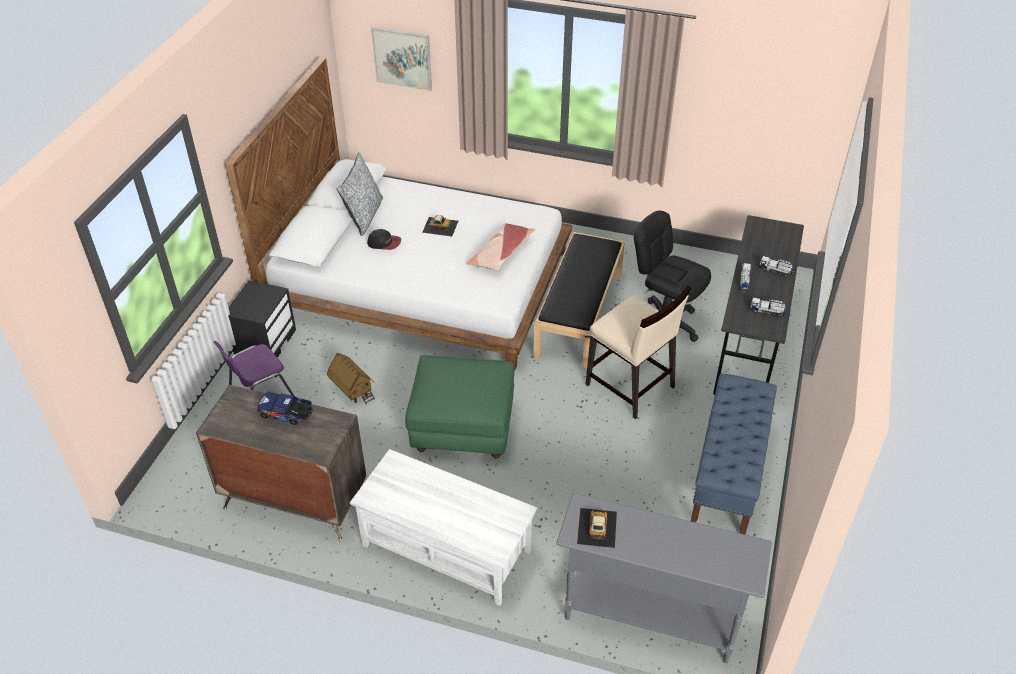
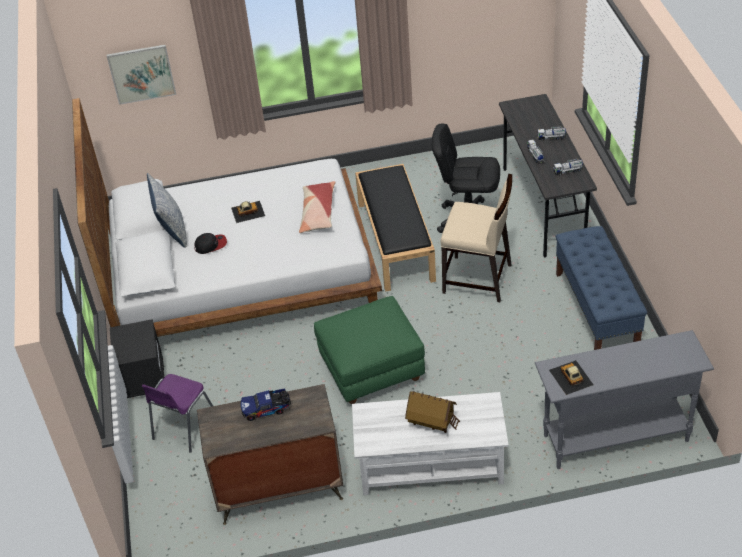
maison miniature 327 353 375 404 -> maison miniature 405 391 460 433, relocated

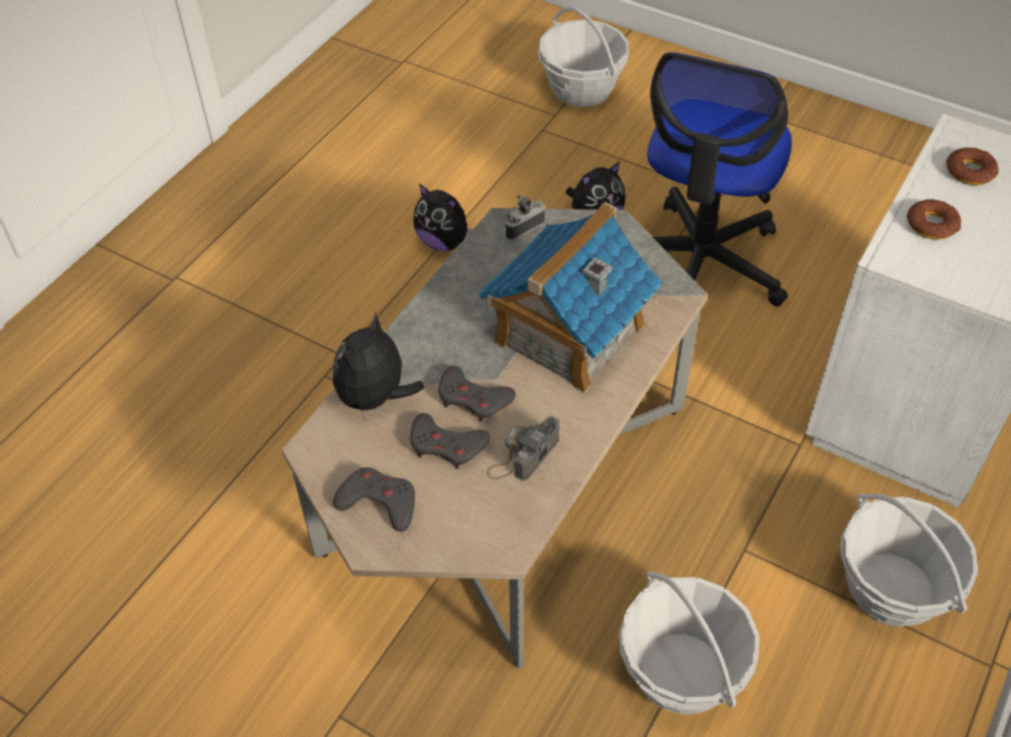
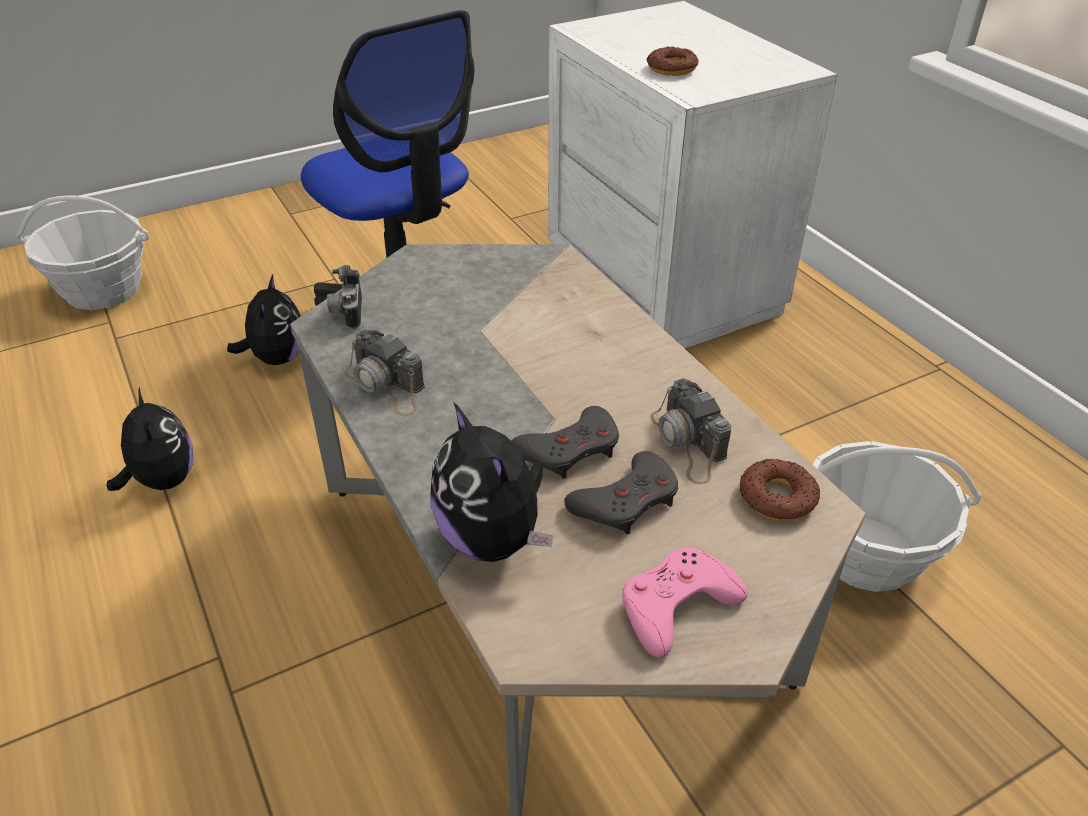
manette (gris) 333 467 415 532 -> manette (rose) 622 548 748 658
peluche 413 184 474 251 -> peluche 107 387 193 491, 90 degrees counterclockwise
maison miniature 478 202 663 393 -> none
panier 840 493 978 627 -> none
beignet 946 147 999 185 -> beignet 740 459 820 521, relocated
none -> appareil photo 344 330 425 416

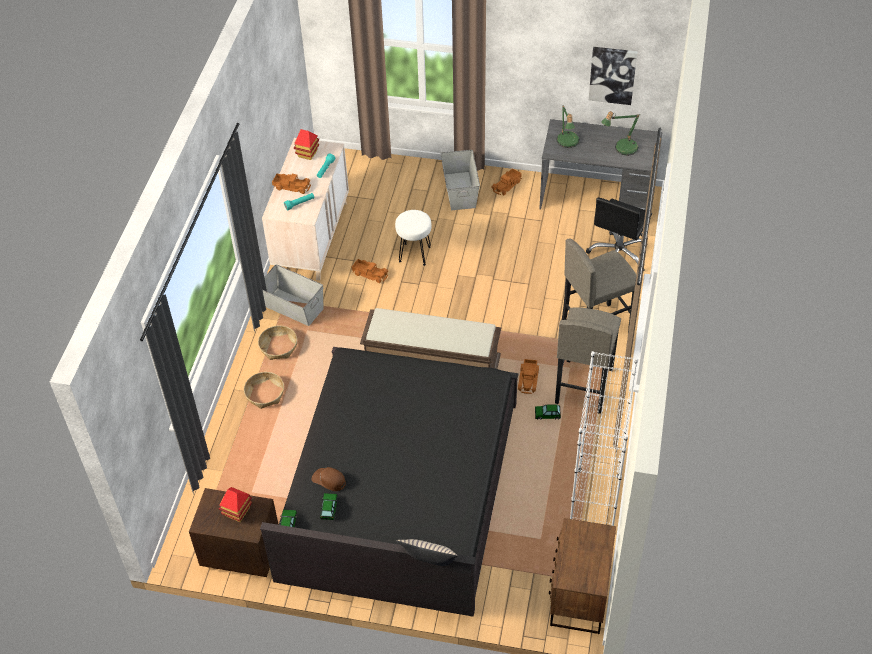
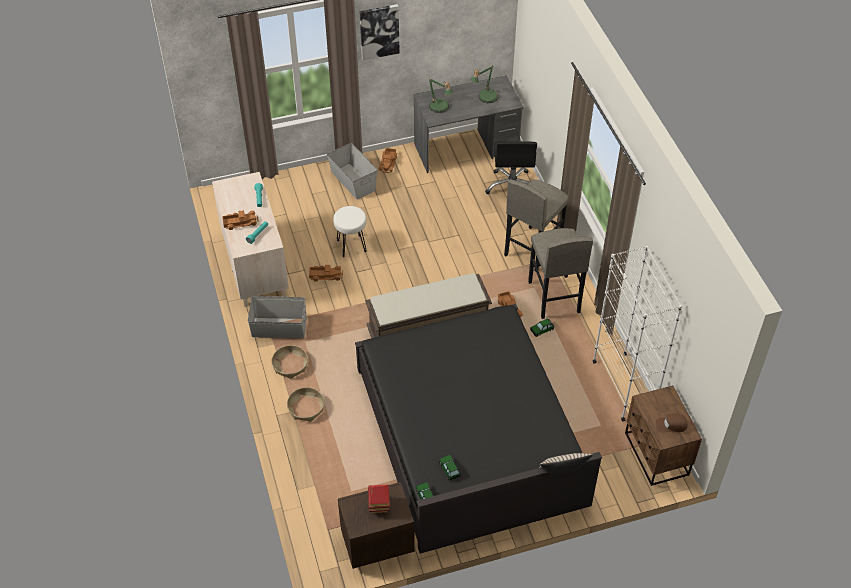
maison miniature 294 129 319 160 -> none
casquette (marron) 311 467 346 491 -> casquette (marron) 656 413 688 432, relocated
tableau 589 47 638 105 -> tableau 359 4 400 60, relocated

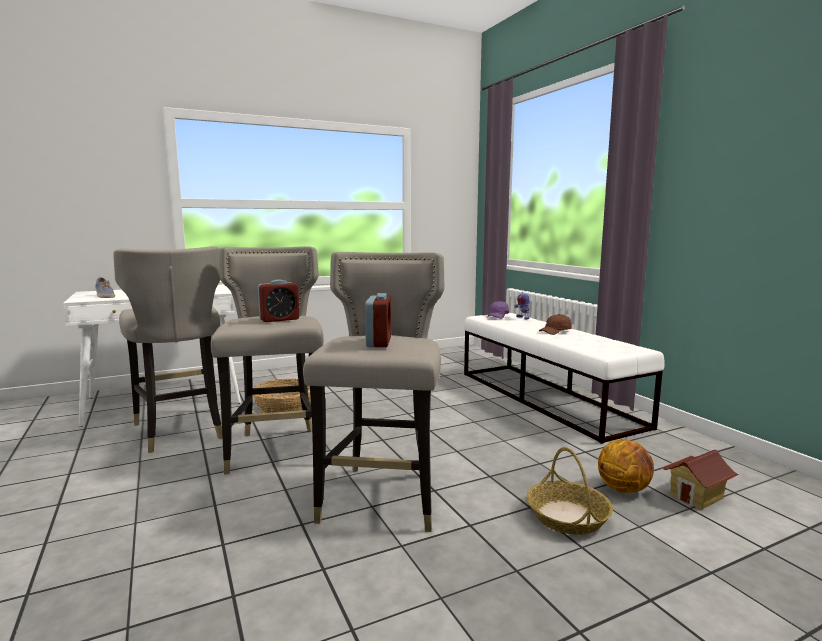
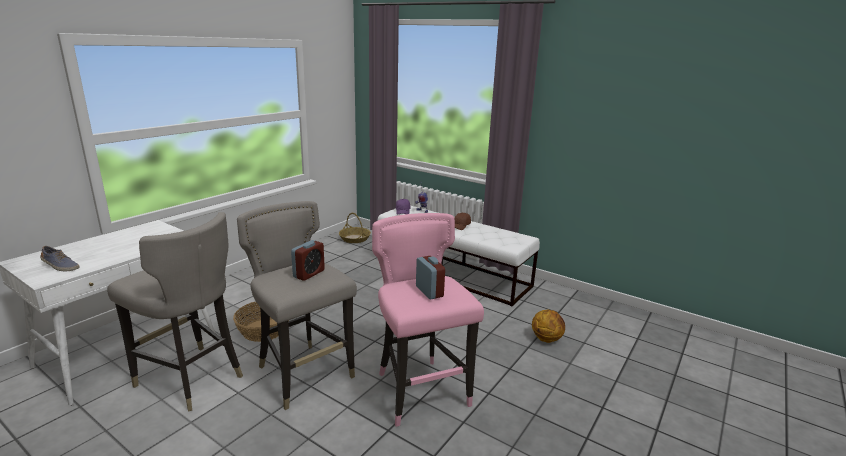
tabouret (gris) 303 252 445 532 -> tabouret (rose) 372 213 484 427
panier 526 447 613 535 -> panier 339 213 371 243, relocated
maison miniature 662 450 739 510 -> none

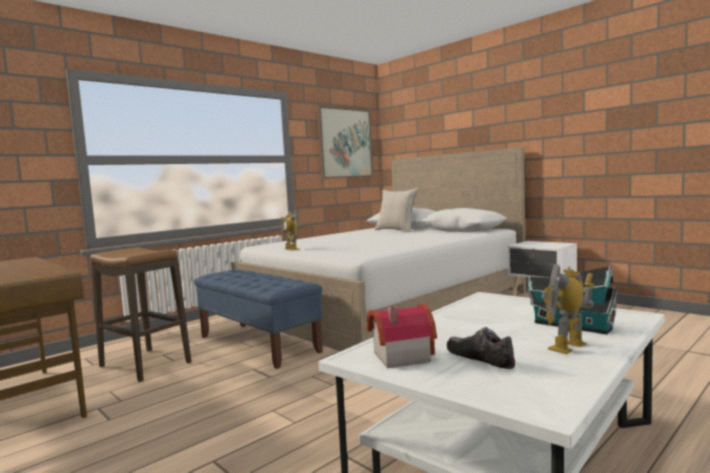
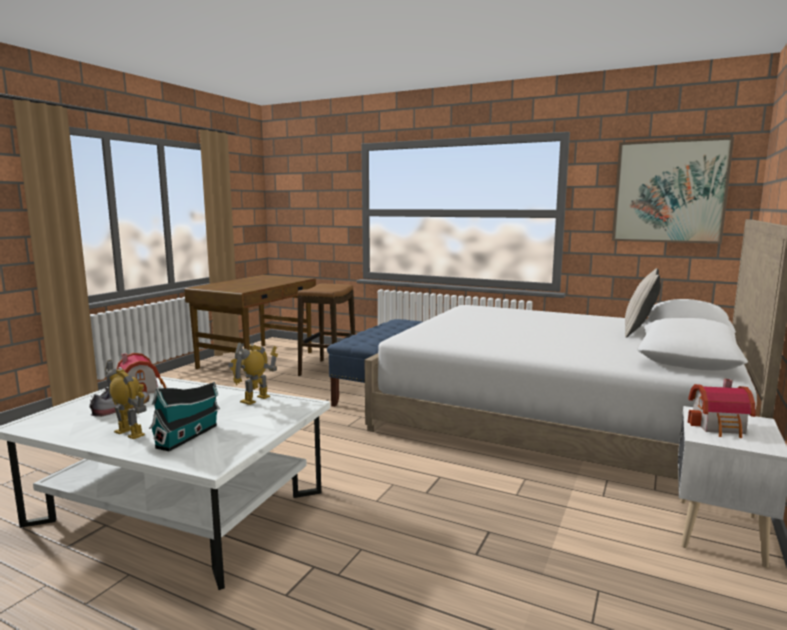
robot jouet 281 209 299 251 -> robot jouet 228 342 278 405, relocated
none -> maison miniature 688 379 756 438

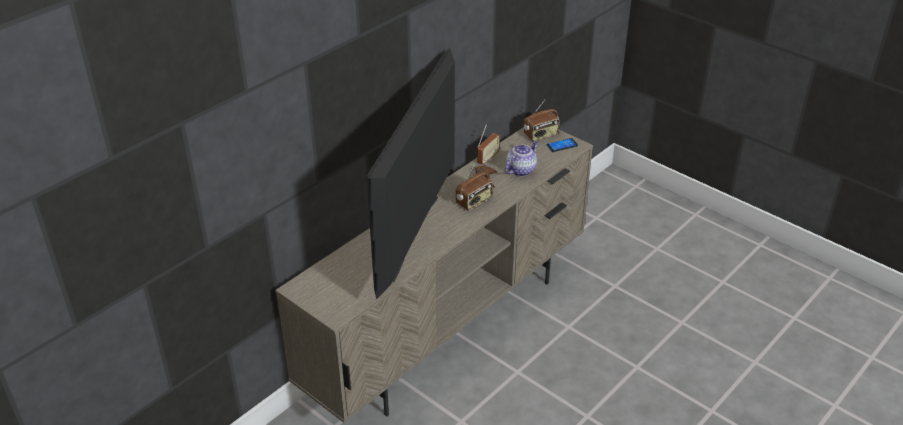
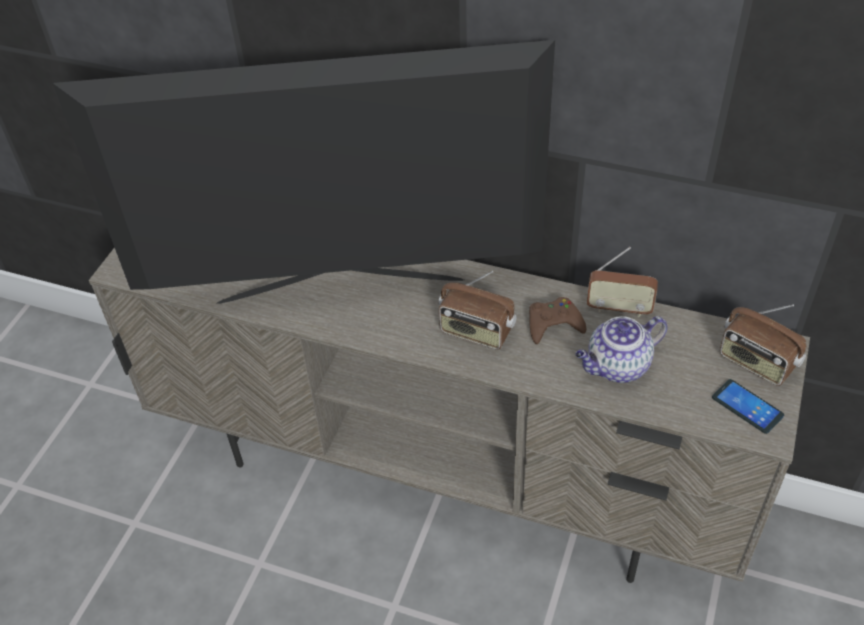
théière 505 141 539 176 -> théière 575 316 667 383, 135 degrees clockwise

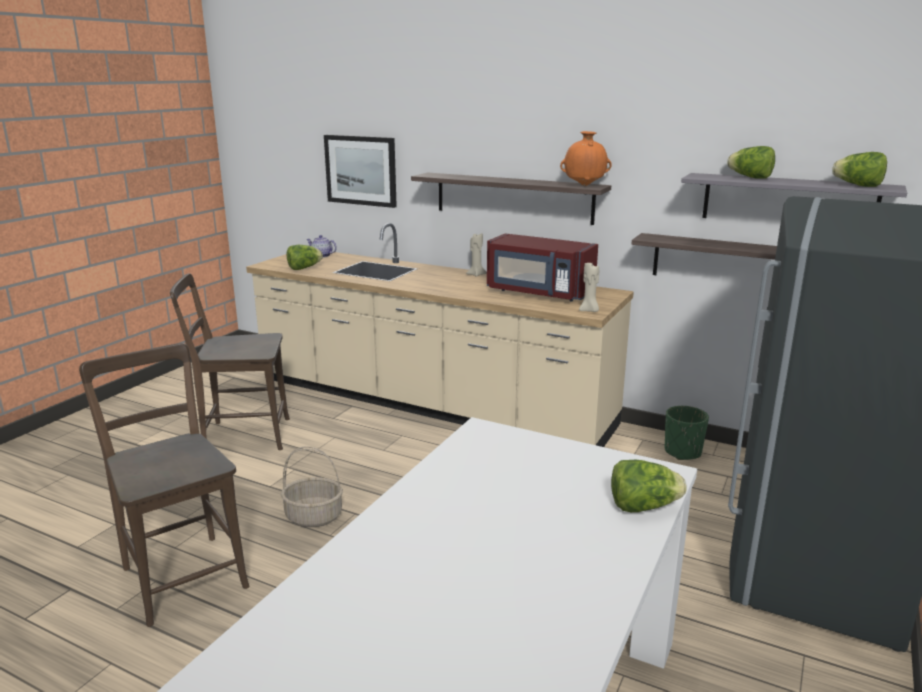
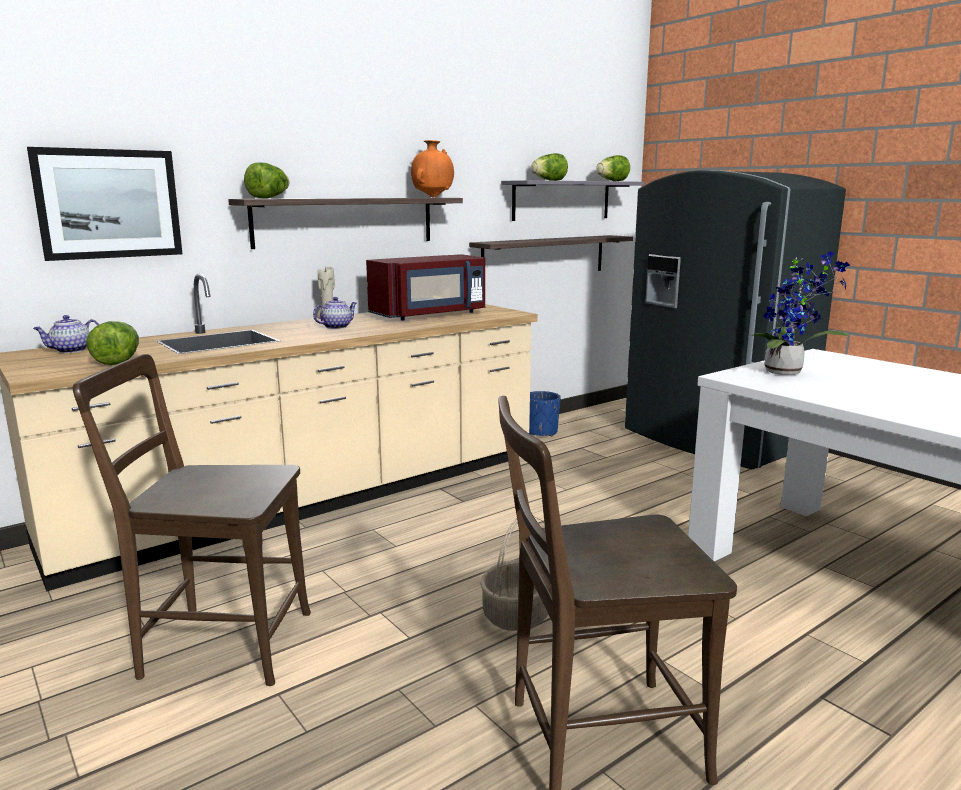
chaise (marron) 170 273 290 450 -> chaise (marron) 73 354 311 686, 75 degrees clockwise
bougie (beige) 579 263 599 312 -> none
laitue 611 460 687 512 -> laitue 244 162 289 198, relocated
cache-pot (vert) 665 406 709 460 -> cache-pot (bleu) 529 391 561 437
none -> théière 313 297 357 329
none -> plante en pot 750 251 850 375

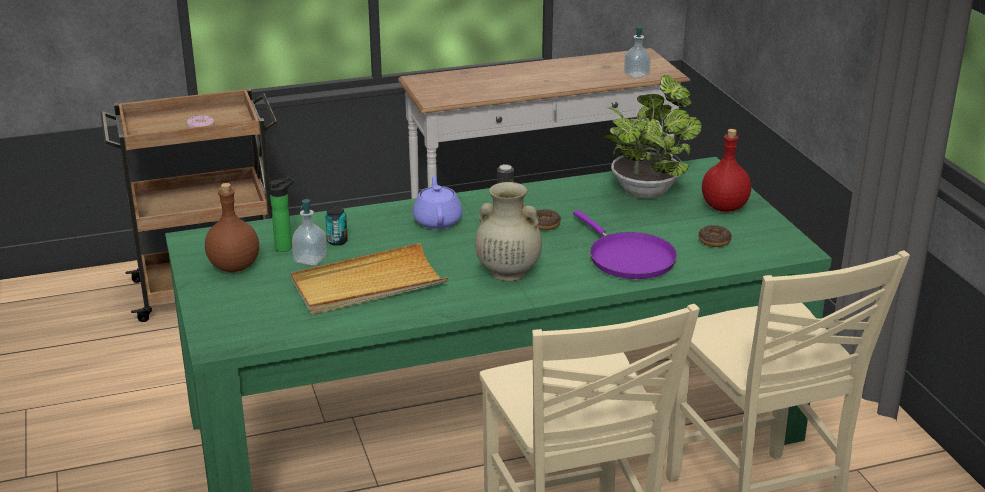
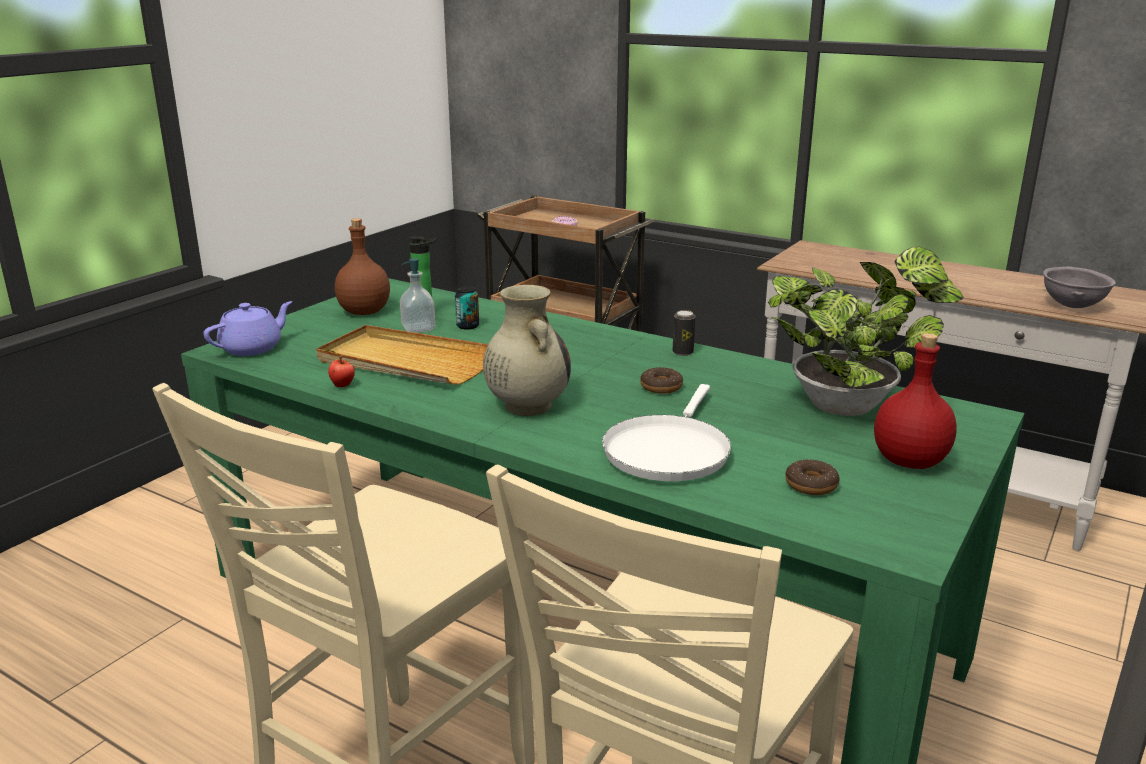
théière (violet) 413 176 462 229 -> théière (violet) 203 301 292 356, relocated
poêle (violet) 573 210 677 279 -> poêle (blanc) 602 384 731 481
distributeur de savon 624 26 651 78 -> bol (gris) 1043 267 1116 308
none -> pomme 323 350 355 388

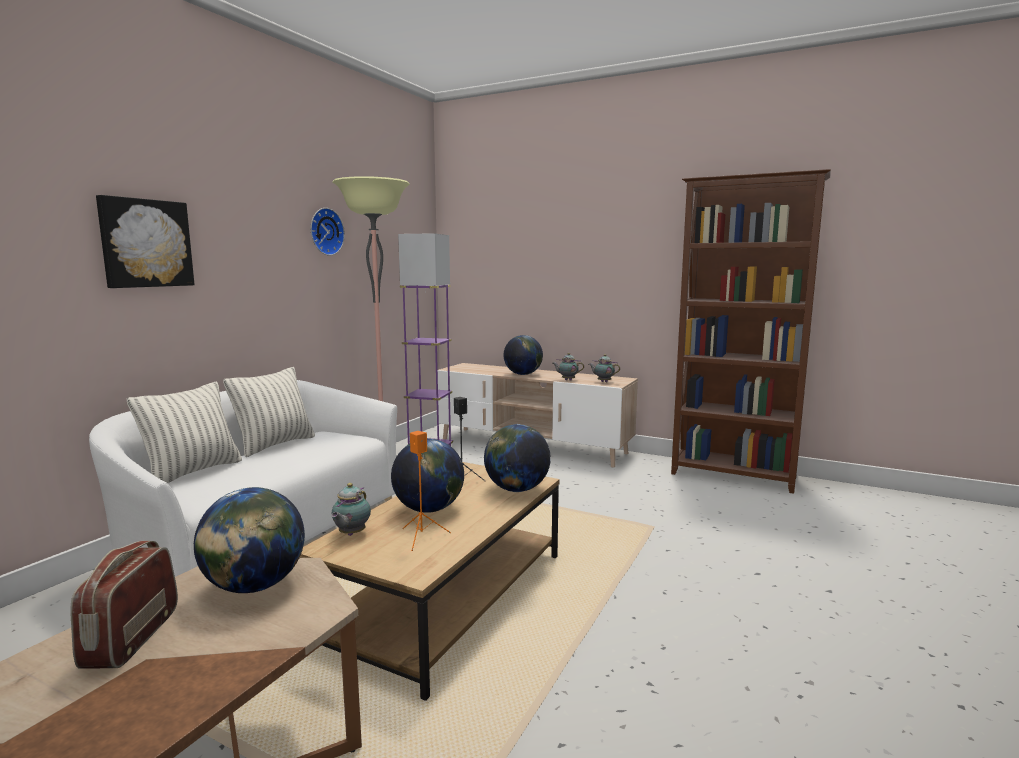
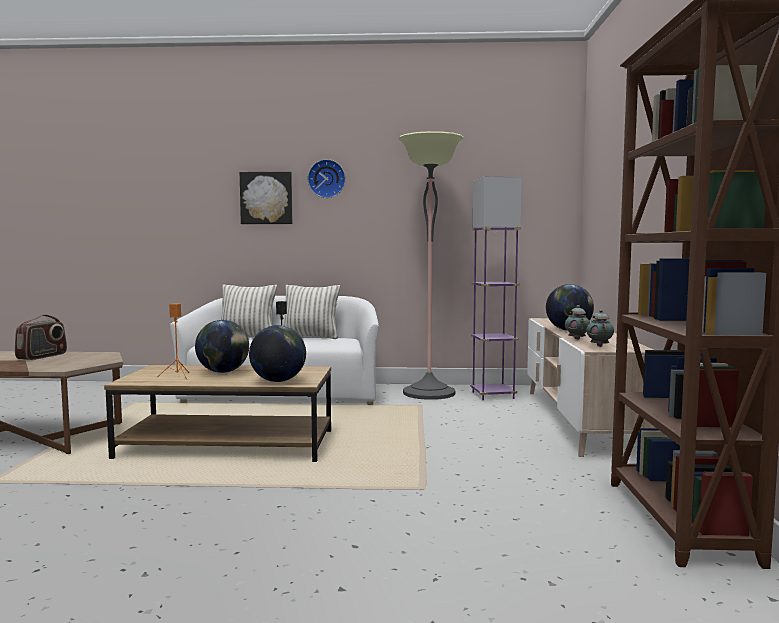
radio 70 541 178 669 -> radio 15 314 67 360, 135 degrees clockwise
globe 194 487 305 593 -> none
horloge murale 311 208 345 256 -> horloge murale 308 159 346 198, relocated
théière 331 483 371 536 -> none

